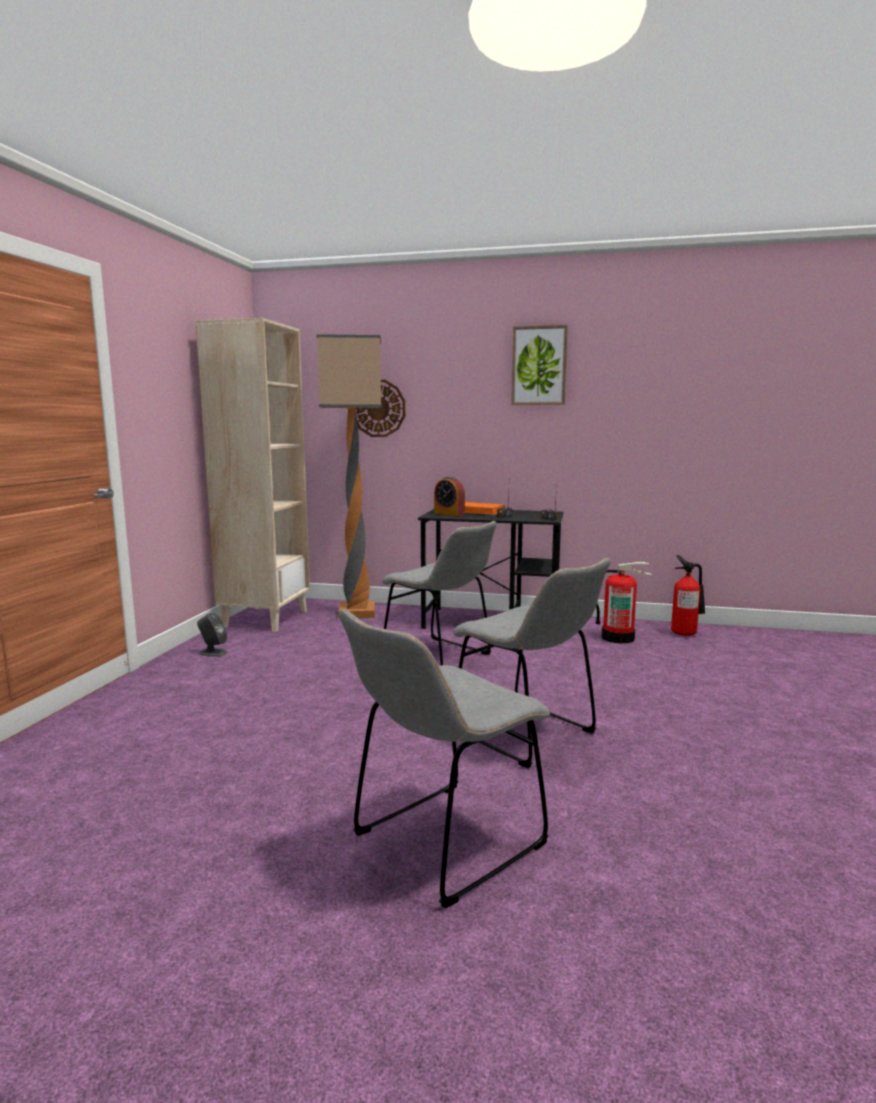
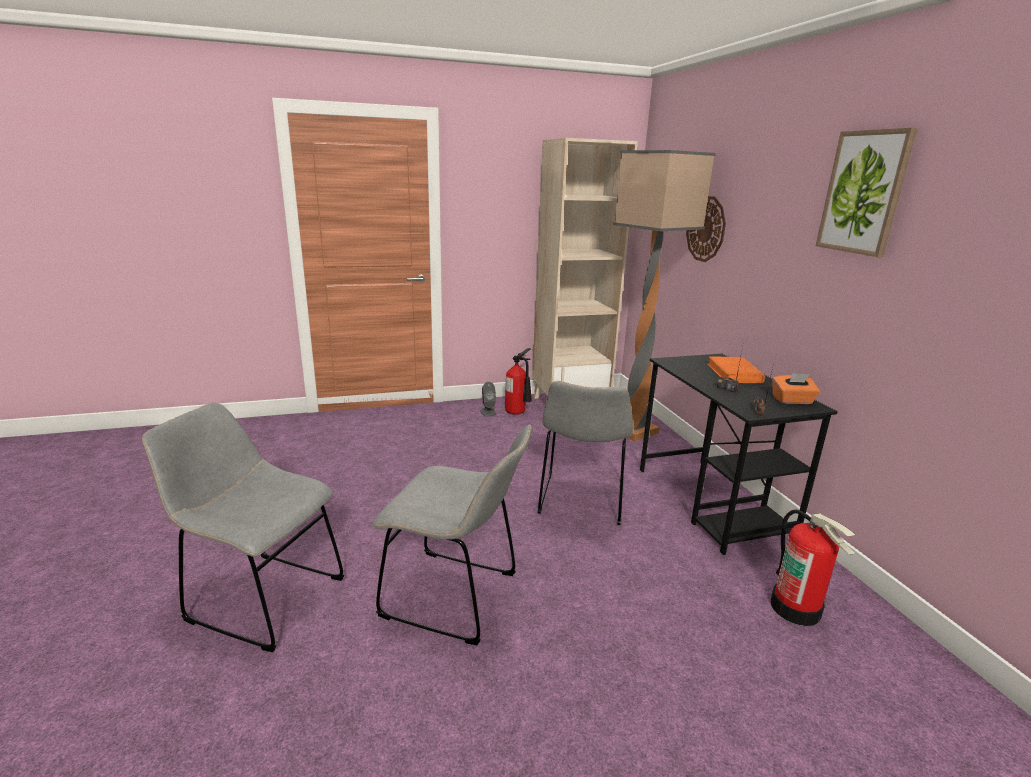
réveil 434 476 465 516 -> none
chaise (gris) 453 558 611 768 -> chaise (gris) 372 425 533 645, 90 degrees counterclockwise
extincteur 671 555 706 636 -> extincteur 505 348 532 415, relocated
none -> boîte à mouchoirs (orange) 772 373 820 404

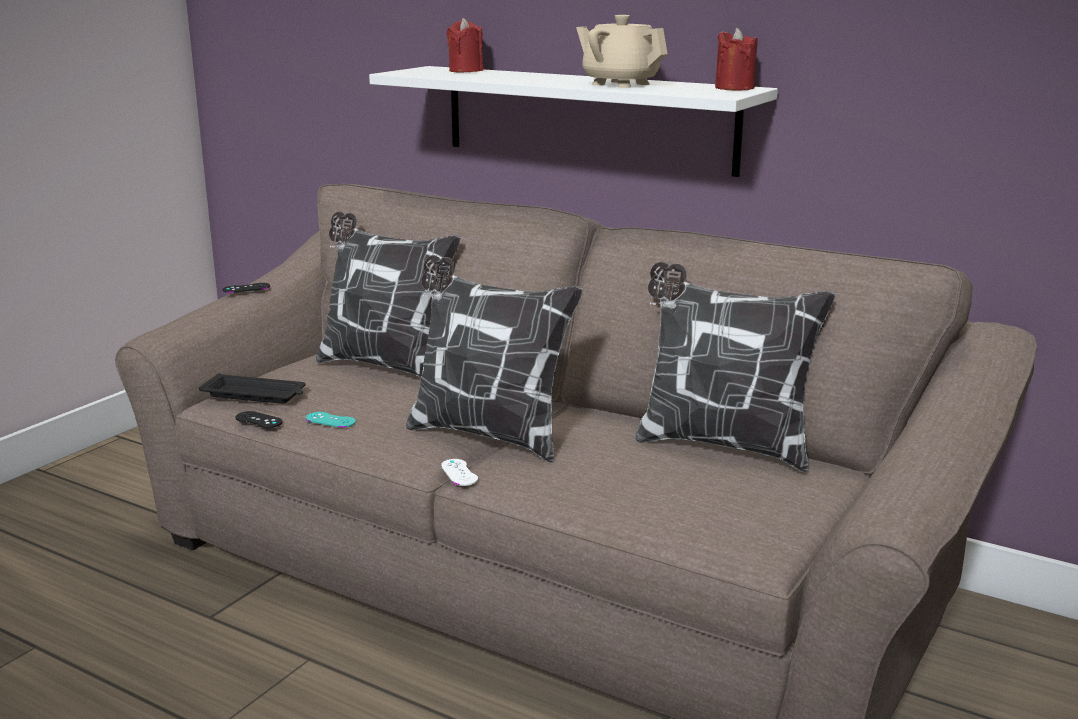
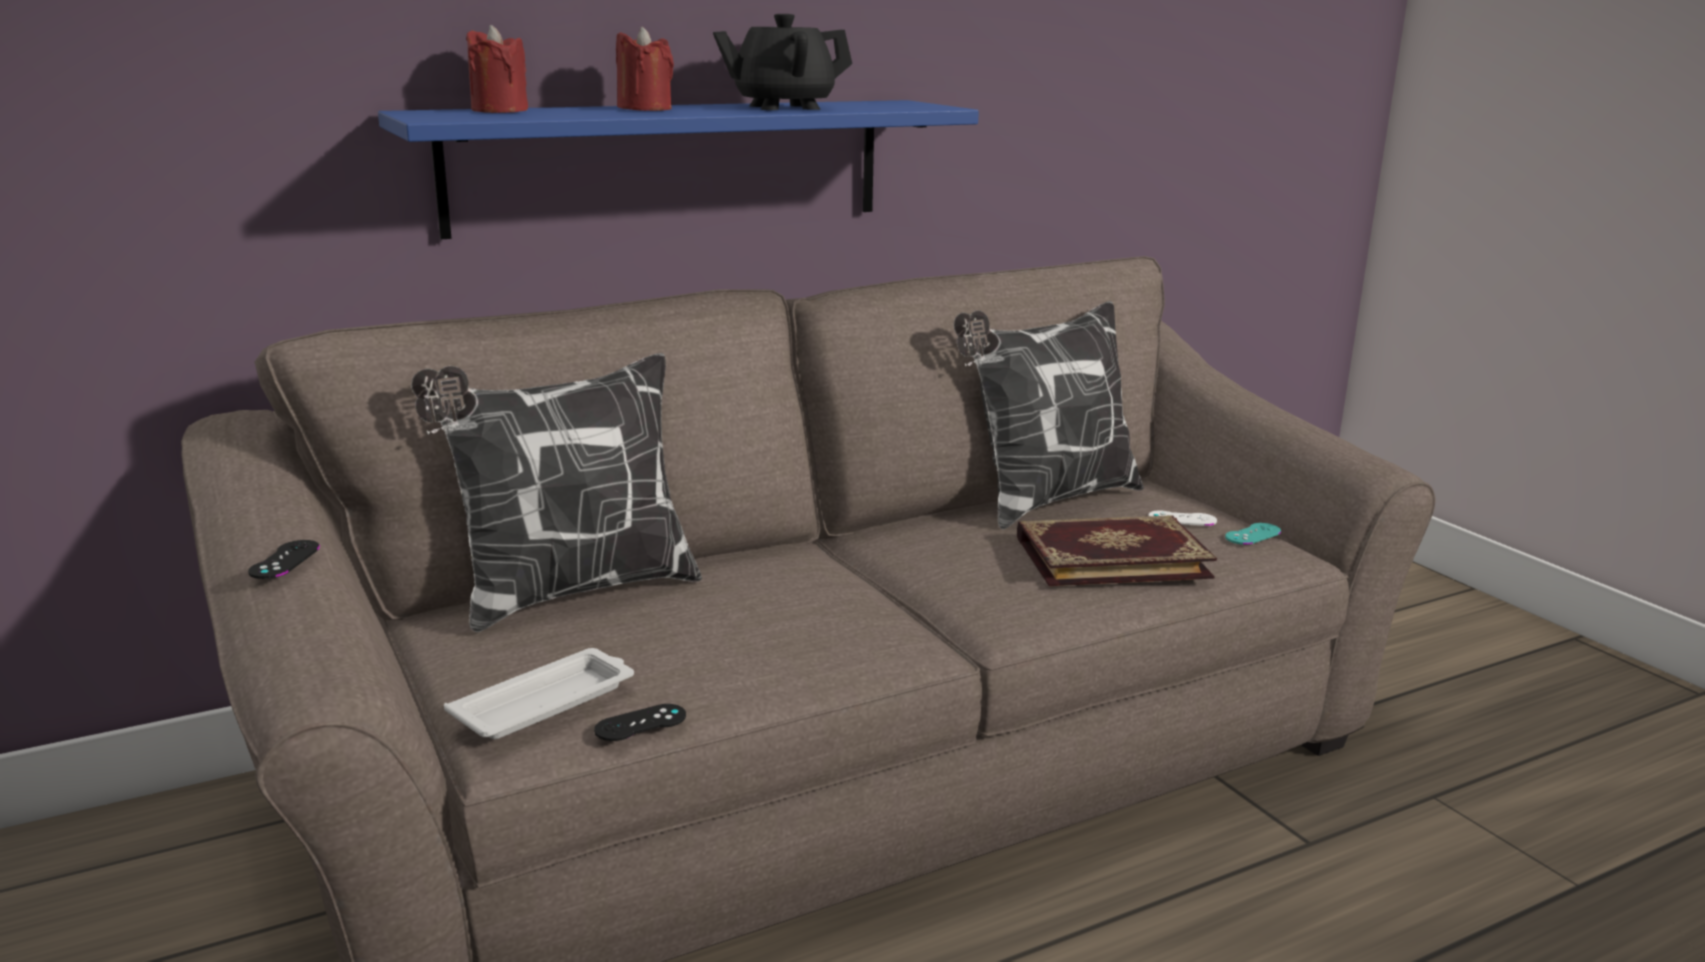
plateau (noir) 199 373 306 404 -> plateau (blanc) 444 648 634 739
manette (turquoise) 306 412 356 428 -> manette (turquoise) 1225 523 1281 545, relocated
étagère (blanc) 369 66 778 177 -> étagère (bleu) 378 100 979 239
coussin 406 255 583 462 -> none
manette (blanc) 441 459 478 486 -> manette (blanc) 1148 510 1217 526, relocated
théière (beige) 576 15 667 88 -> théière (noir) 713 14 852 110
bougie (rouge) 715 28 758 91 -> bougie (rouge) 616 27 674 111, relocated
none -> livre 1017 515 1217 586

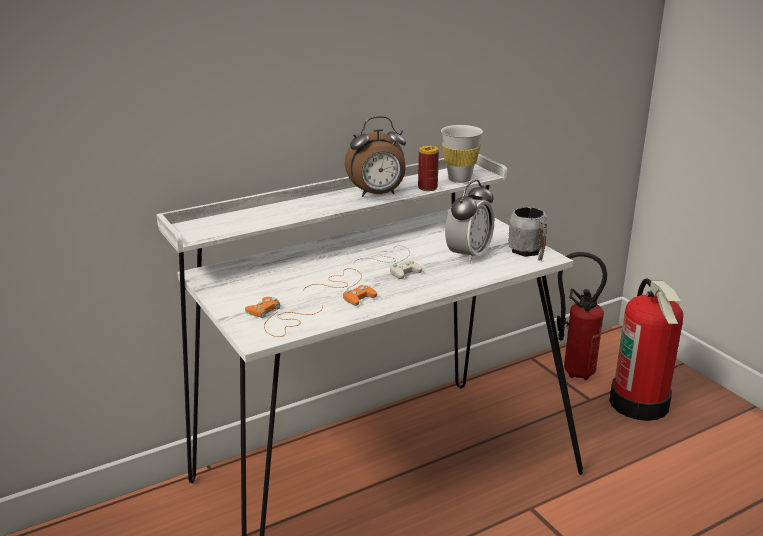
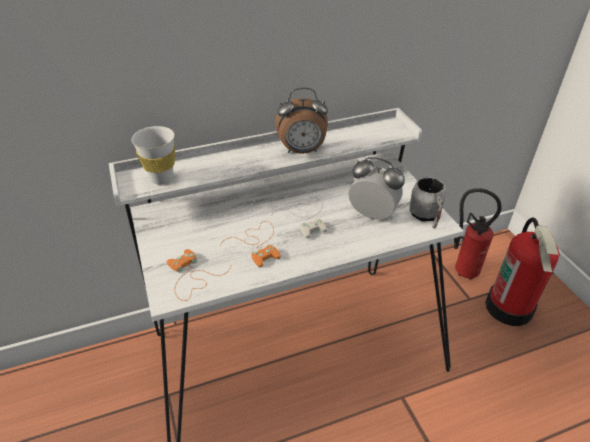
boîte métallique 418 146 439 191 -> none
tasse (blanc) 441 125 483 183 -> tasse (blanc) 131 126 175 185, relocated
réveil 445 180 494 264 -> réveil 348 157 405 219, 105 degrees counterclockwise

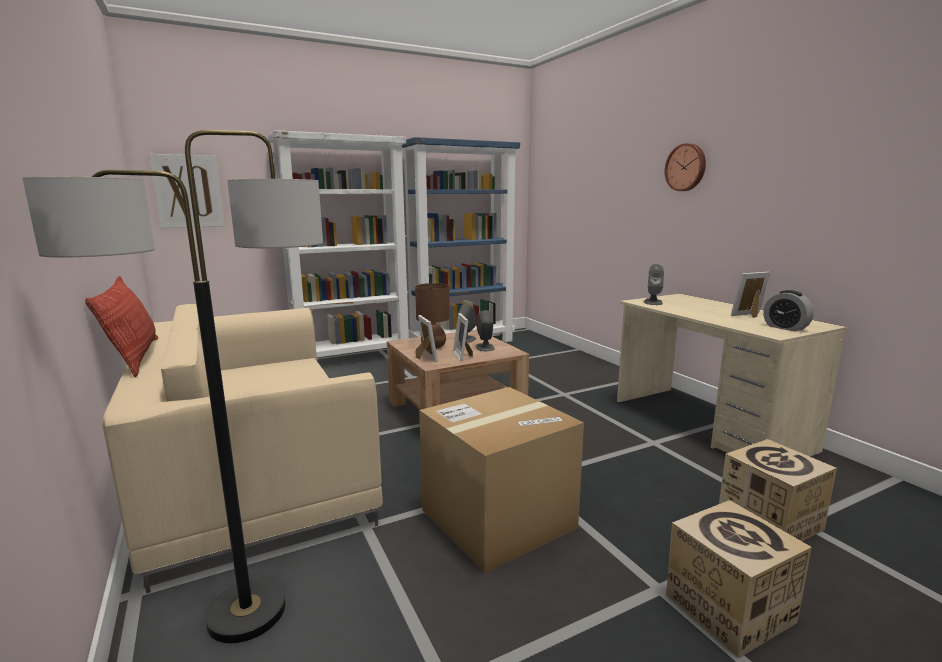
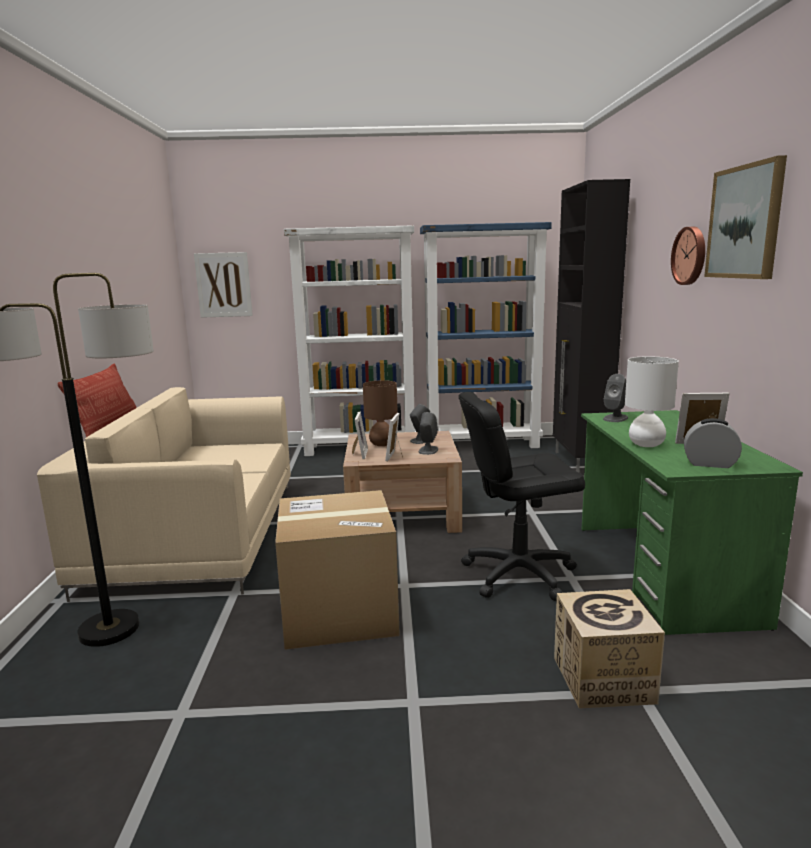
bureau (beige) 617 294 847 457 -> bureau (vert) 581 410 803 635
carton 666 500 812 658 -> none
réveil 763 290 814 332 -> réveil 684 418 742 468, 120 degrees clockwise
none -> chaise de bureau (noir) 459 392 585 601
none -> meuble de rangement (noir) 553 179 630 472
none -> lampe de table (blanc) 625 356 679 447
none -> tableau 704 155 787 279

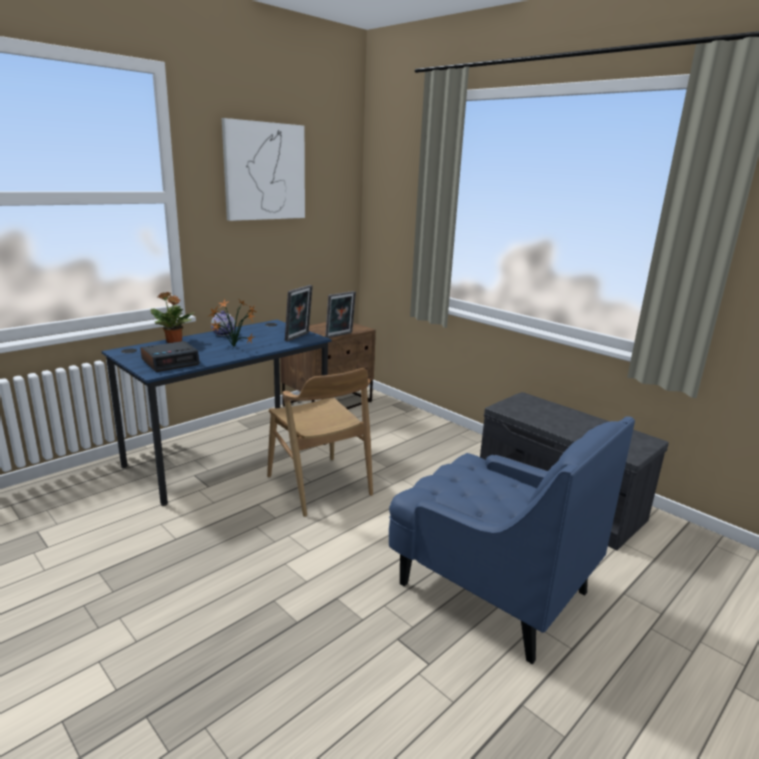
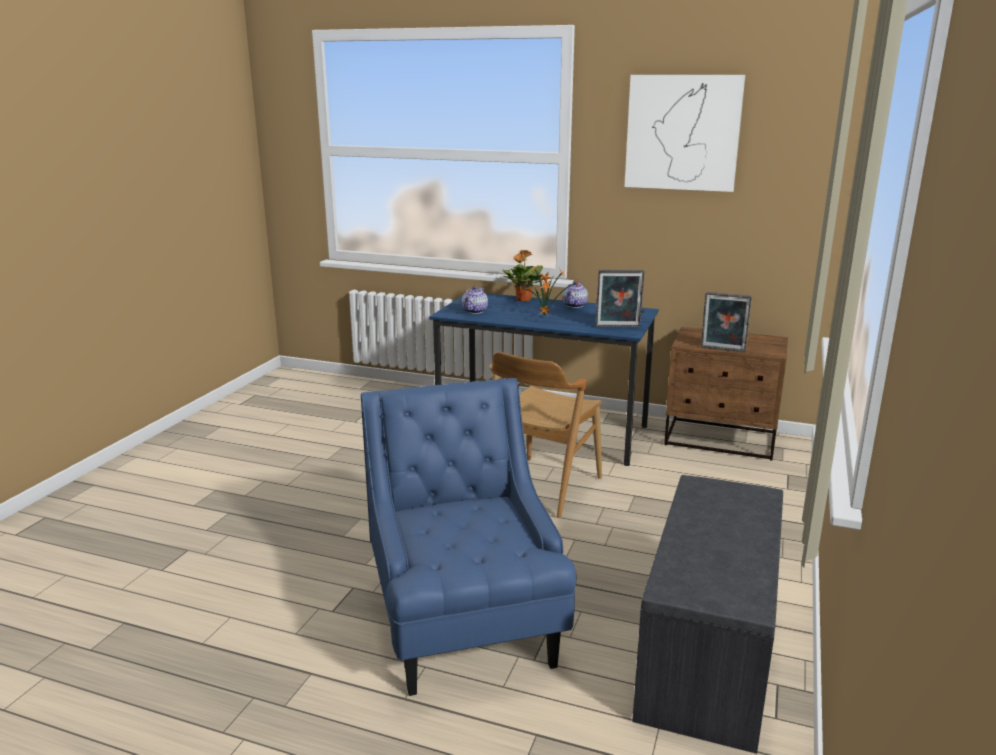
réveil 140 341 200 372 -> théière 462 286 488 314
fauteuil (bleu) 389 416 635 664 -> fauteuil (bleu) 361 378 576 696, 150 degrees clockwise

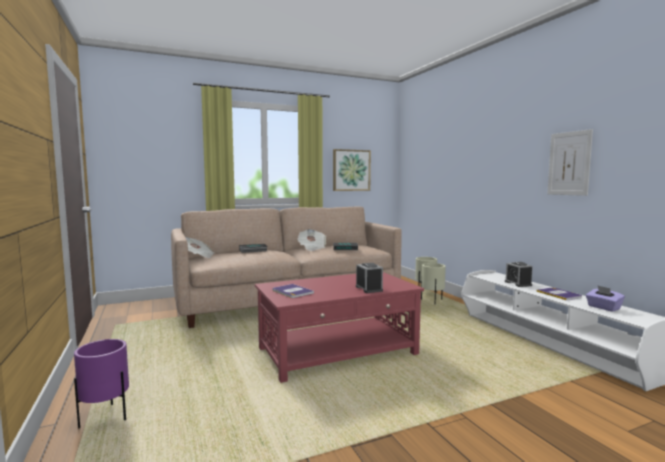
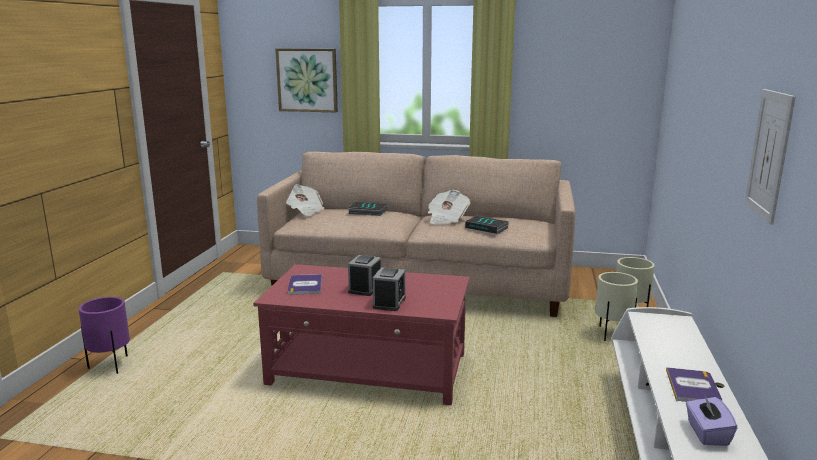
tableau 333 149 371 191 -> tableau 275 48 338 112, relocated
réveil 505 262 533 287 -> réveil 348 255 381 296, relocated

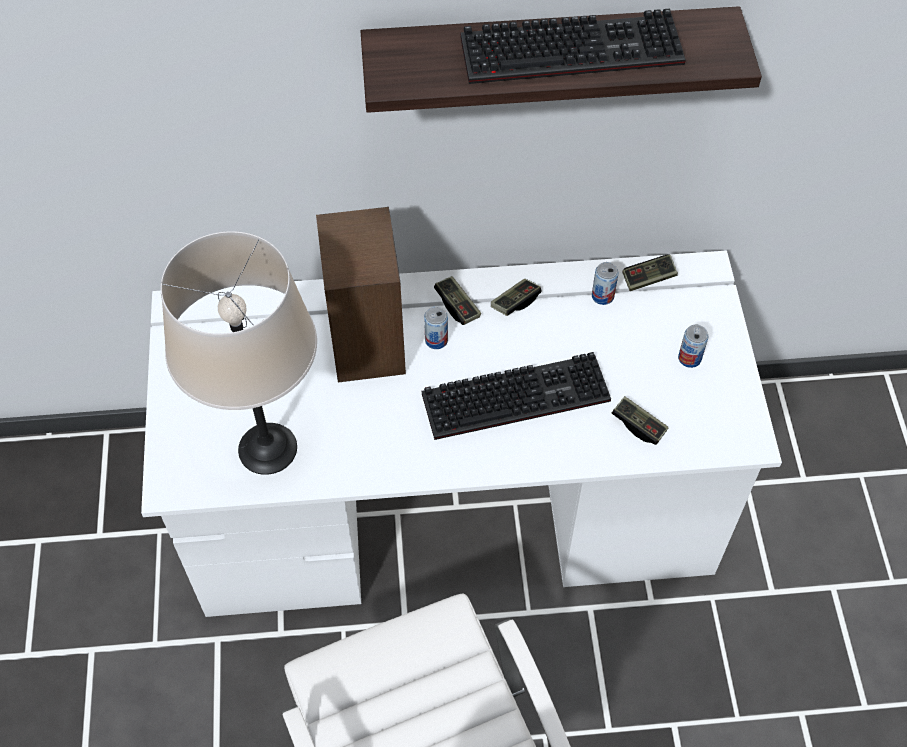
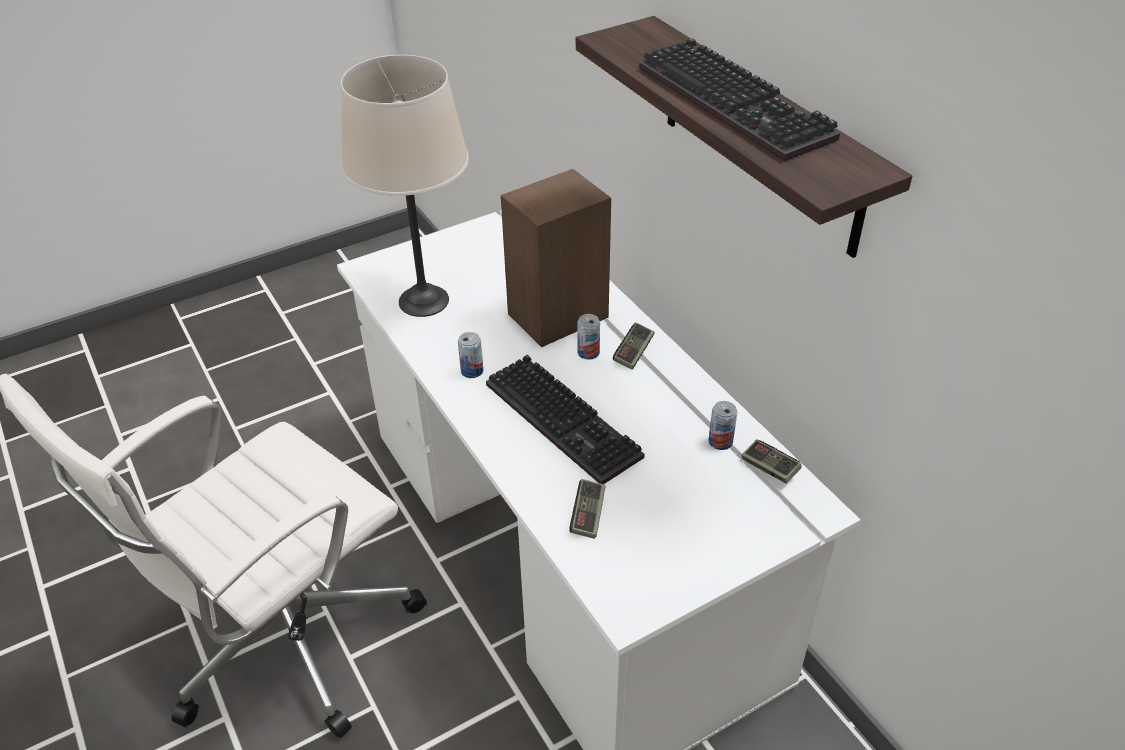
manette 491 279 541 316 -> none
boîte métallique 678 325 708 368 -> boîte métallique 458 332 483 378, relocated

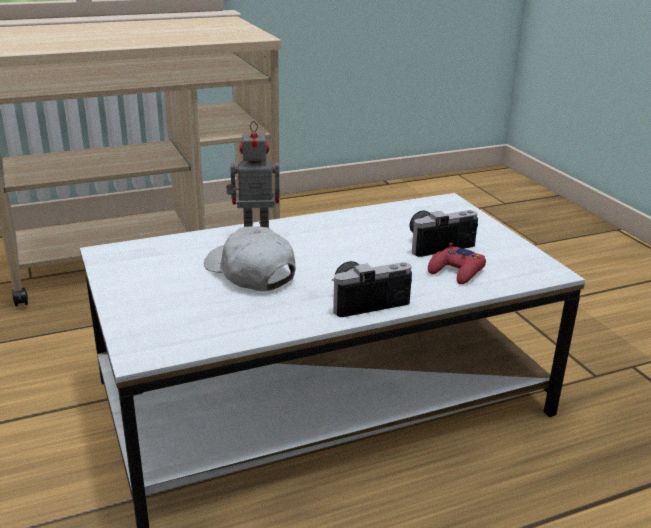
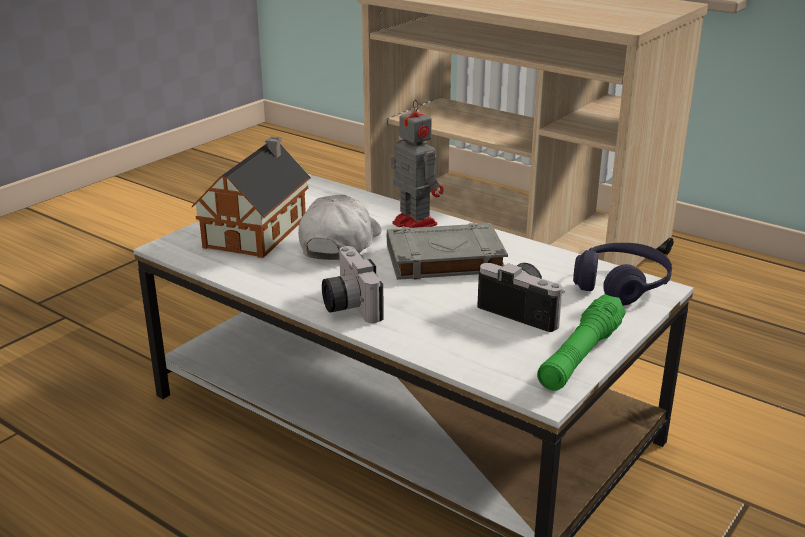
appareil photo 332 261 412 317 -> appareil photo 322 246 384 323, 150 degrees counterclockwise
manette (rouge) 428 243 486 284 -> none
none -> maison miniature 192 137 311 258
none -> livre (gris) 387 223 508 280
none -> lampe de poche (vert) 537 294 626 391
none -> casque audio (violet) 573 243 672 305

